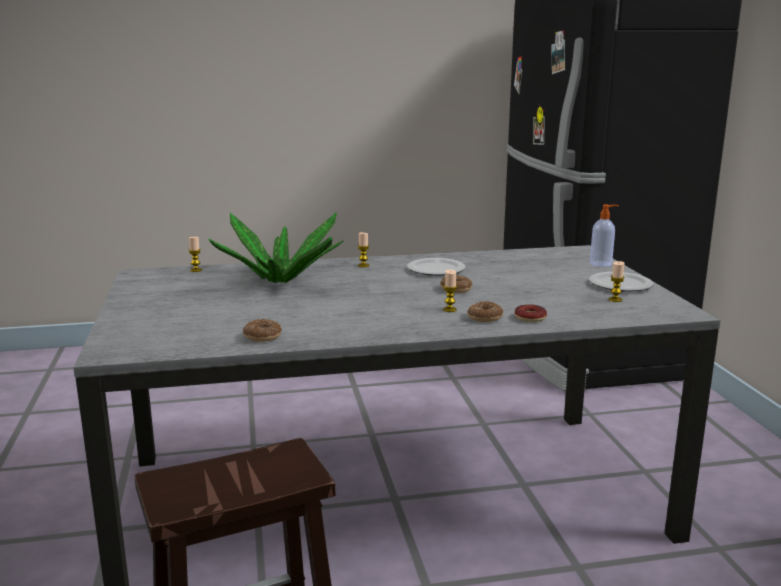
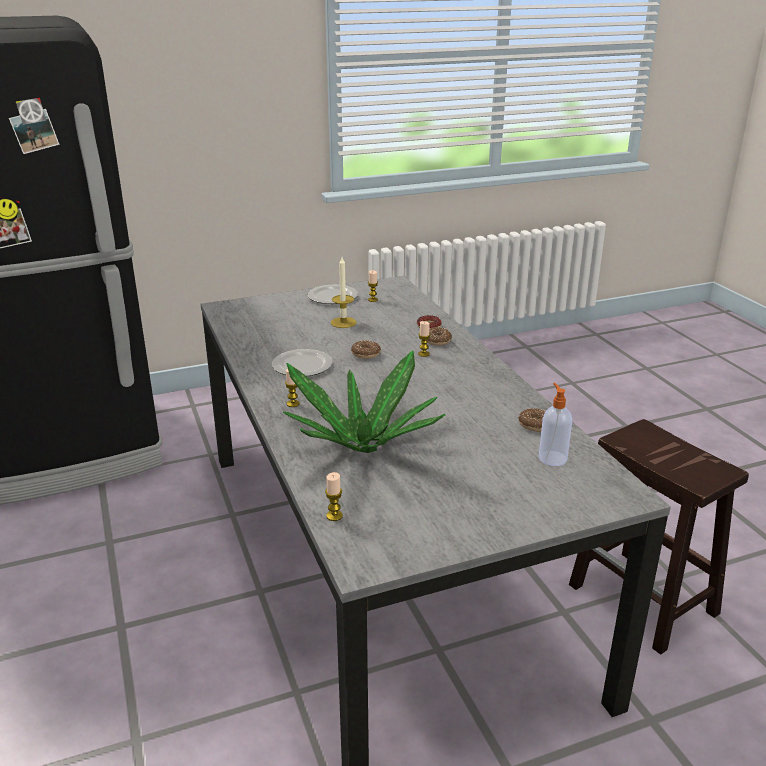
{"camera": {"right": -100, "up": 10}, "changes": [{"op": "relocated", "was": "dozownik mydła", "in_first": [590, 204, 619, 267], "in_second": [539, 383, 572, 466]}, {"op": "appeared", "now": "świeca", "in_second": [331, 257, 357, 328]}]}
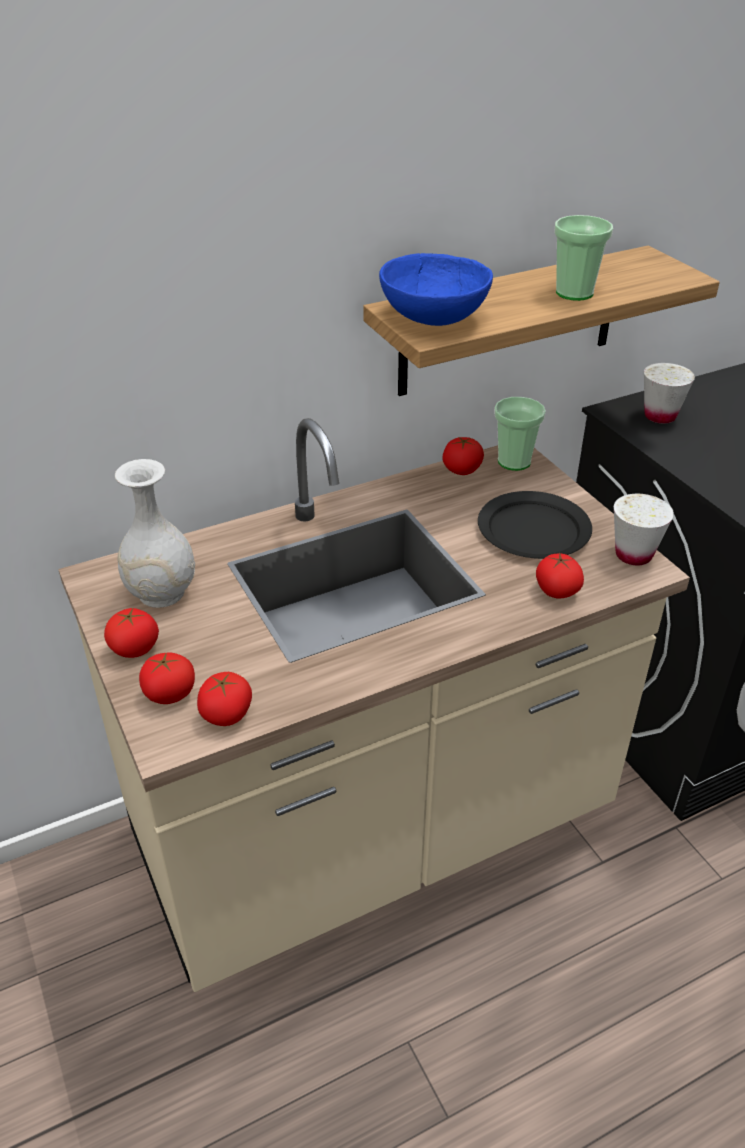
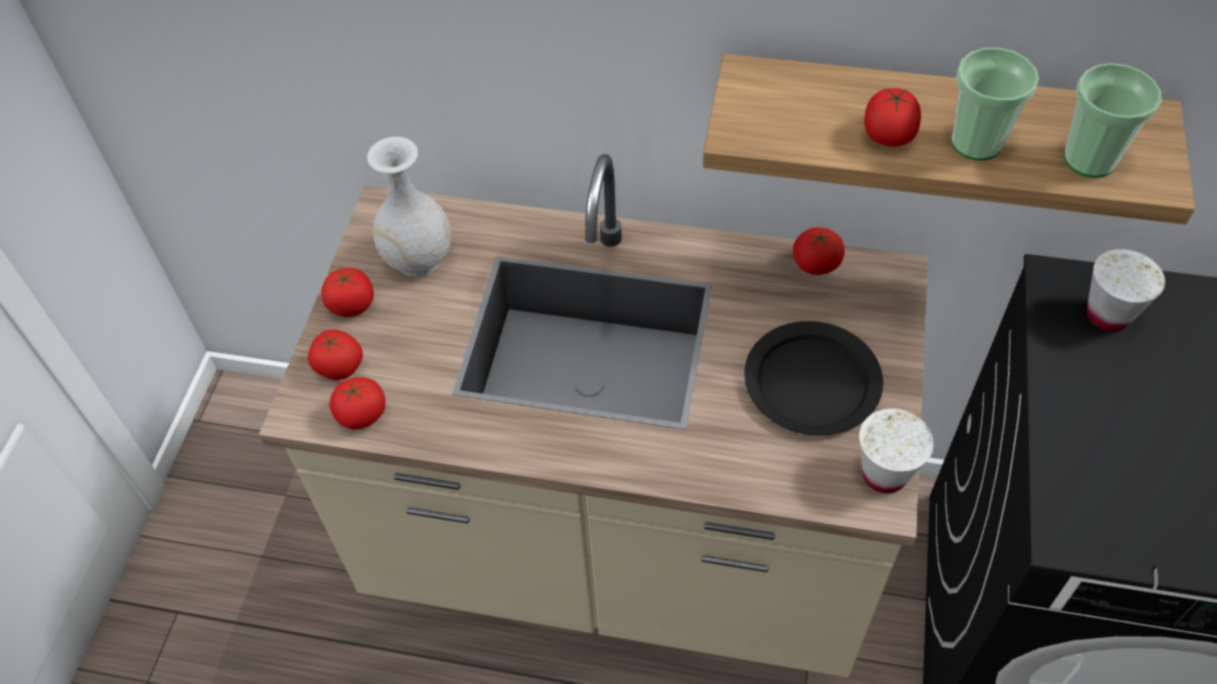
{"camera": {"right": 40, "up": 15}, "changes": [{"op": "missing", "was": "miska (niebieski)", "in_first": [379, 253, 493, 326]}, {"op": "relocated", "was": "filiżanka", "in_first": [494, 397, 546, 471], "in_second": [1064, 63, 1162, 178]}, {"op": "relocated", "was": "pomidor", "in_first": [536, 552, 584, 598], "in_second": [864, 88, 921, 146]}]}
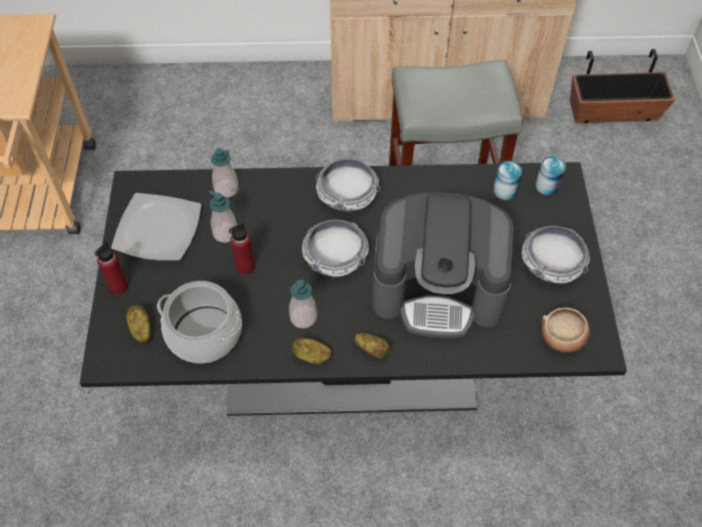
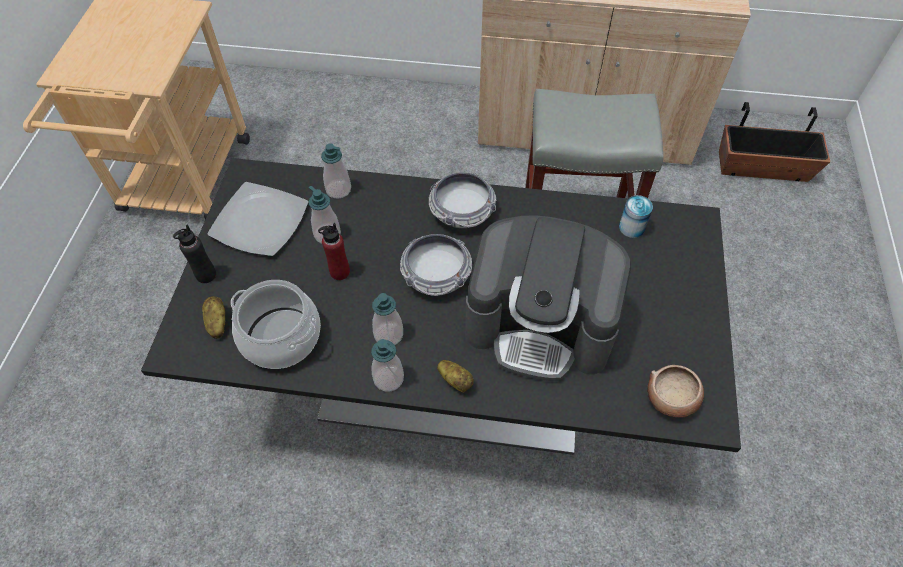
{"camera": {"right": 10, "up": 0}, "changes": [{"op": "colour", "was": "butelka (czerwony)", "now": "butelka (czarny)", "in_first": [95, 242, 128, 295], "in_second": [173, 225, 216, 283]}, {"op": "exchanged", "was": "ziemniak", "now": "dozownik mydła", "in_first": [291, 337, 332, 364], "in_second": [371, 339, 404, 392]}, {"op": "missing", "was": "miska", "in_first": [522, 226, 590, 284]}, {"op": "missing", "was": "puszka", "in_first": [536, 156, 566, 195]}]}
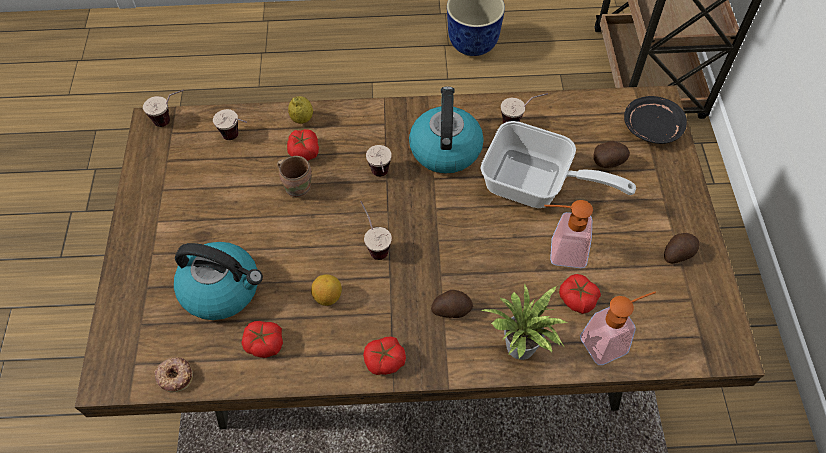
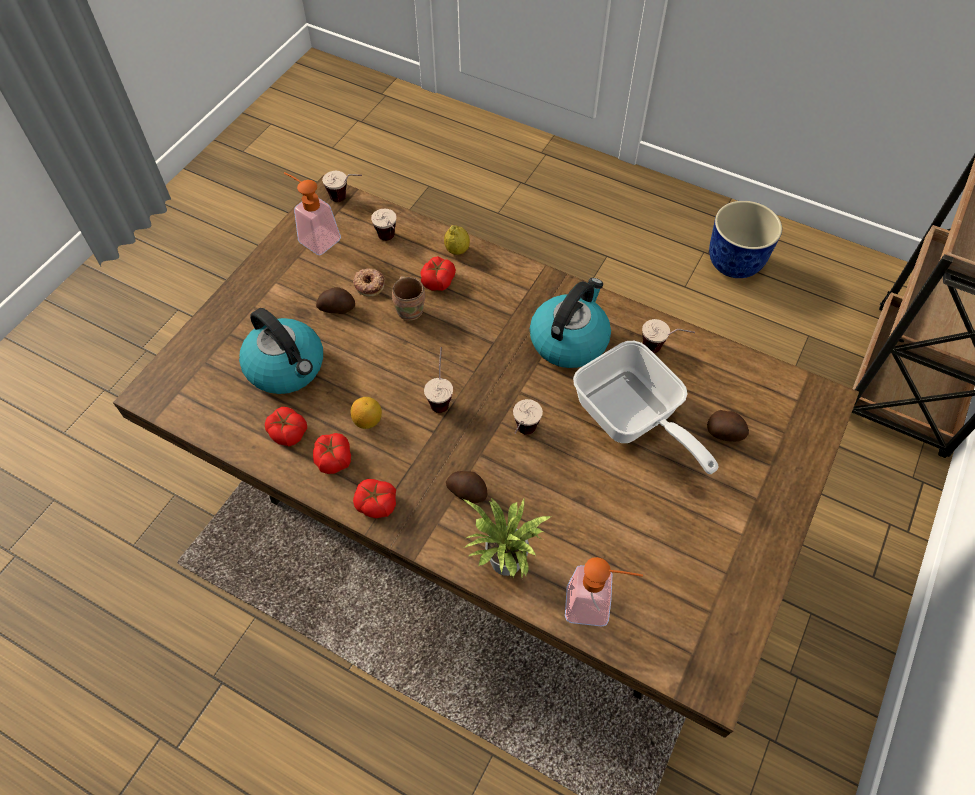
{"camera": {"right": 30, "up": 0}, "changes": [{"op": "relocated", "was": "donut", "in_first": [154, 357, 193, 392], "in_second": [353, 268, 385, 297]}, {"op": "relocated", "was": "filiżanka", "in_first": [366, 145, 392, 177], "in_second": [513, 399, 543, 435]}, {"op": "relocated", "was": "dozownik mydła", "in_first": [544, 200, 593, 268], "in_second": [284, 172, 341, 255]}, {"op": "relocated", "was": "pomidor", "in_first": [559, 274, 601, 314], "in_second": [313, 433, 351, 474]}, {"op": "missing", "was": "talerz (czarny)", "in_first": [624, 96, 687, 144]}, {"op": "relocated", "was": "ziemniak", "in_first": [664, 233, 700, 264], "in_second": [316, 287, 355, 314]}]}
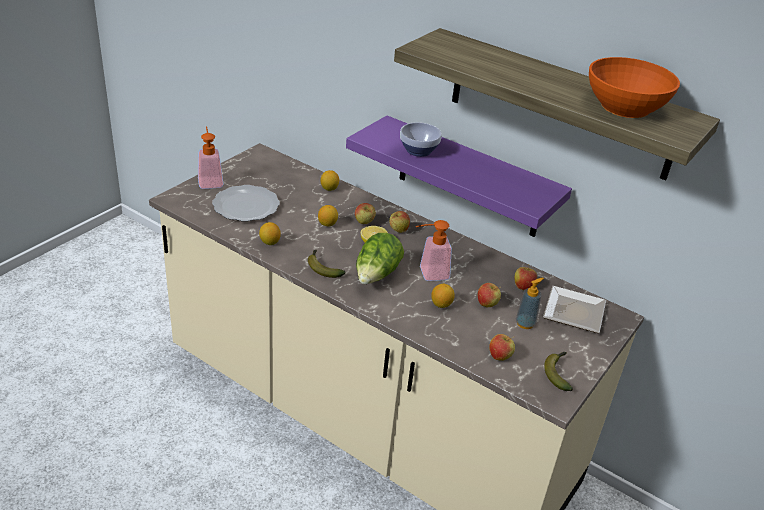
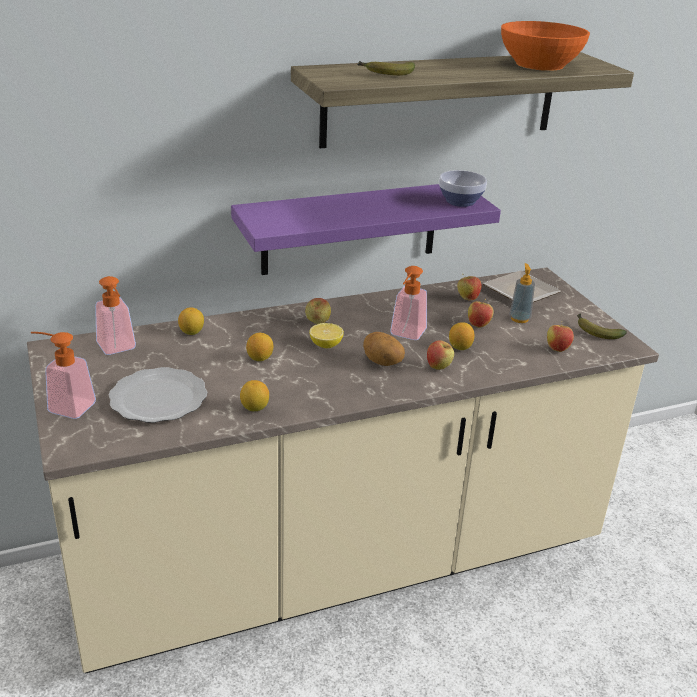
{"camera": {"right": -55, "up": -5}, "changes": [{"op": "relocated", "was": "banan", "in_first": [308, 250, 346, 278], "in_second": [357, 61, 415, 76]}, {"op": "relocated", "was": "jabłko", "in_first": [355, 203, 376, 224], "in_second": [427, 340, 454, 370]}, {"op": "exchanged", "was": "sałata", "now": "ziemniak", "in_first": [356, 233, 404, 284], "in_second": [363, 332, 405, 366]}, {"op": "relocated", "was": "miska", "in_first": [400, 122, 442, 157], "in_second": [439, 170, 487, 207]}, {"op": "appeared", "now": "dozownik mydła", "in_second": [95, 276, 136, 355]}]}
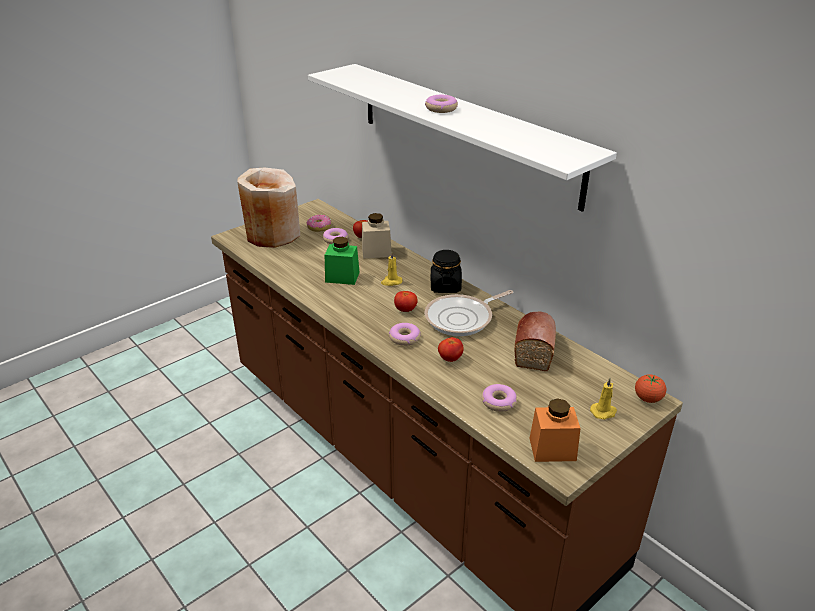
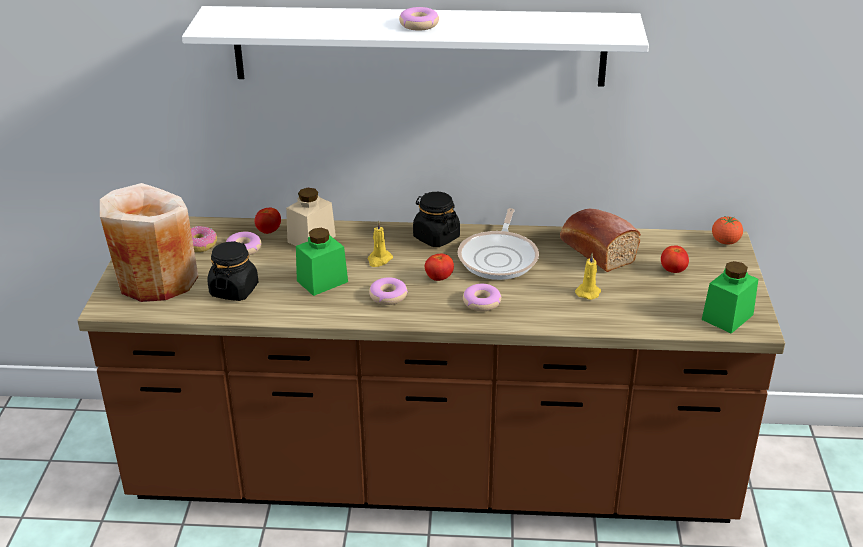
{"camera": {"right": -45, "up": 0}, "changes": [{"op": "relocated", "was": "pomidor", "in_first": [438, 337, 464, 362], "in_second": [661, 245, 689, 273]}, {"op": "relocated", "was": "donut", "in_first": [482, 384, 517, 412], "in_second": [369, 277, 408, 305]}, {"op": "colour", "was": "słoik (pomarańczowy)", "now": "słoik (zielony)", "in_first": [530, 398, 581, 462], "in_second": [702, 261, 758, 334]}, {"op": "relocated", "was": "świeca (żółty)", "in_first": [590, 378, 617, 420], "in_second": [575, 253, 601, 300]}, {"op": "appeared", "now": "słoik (czarny)", "in_second": [207, 241, 258, 301]}]}
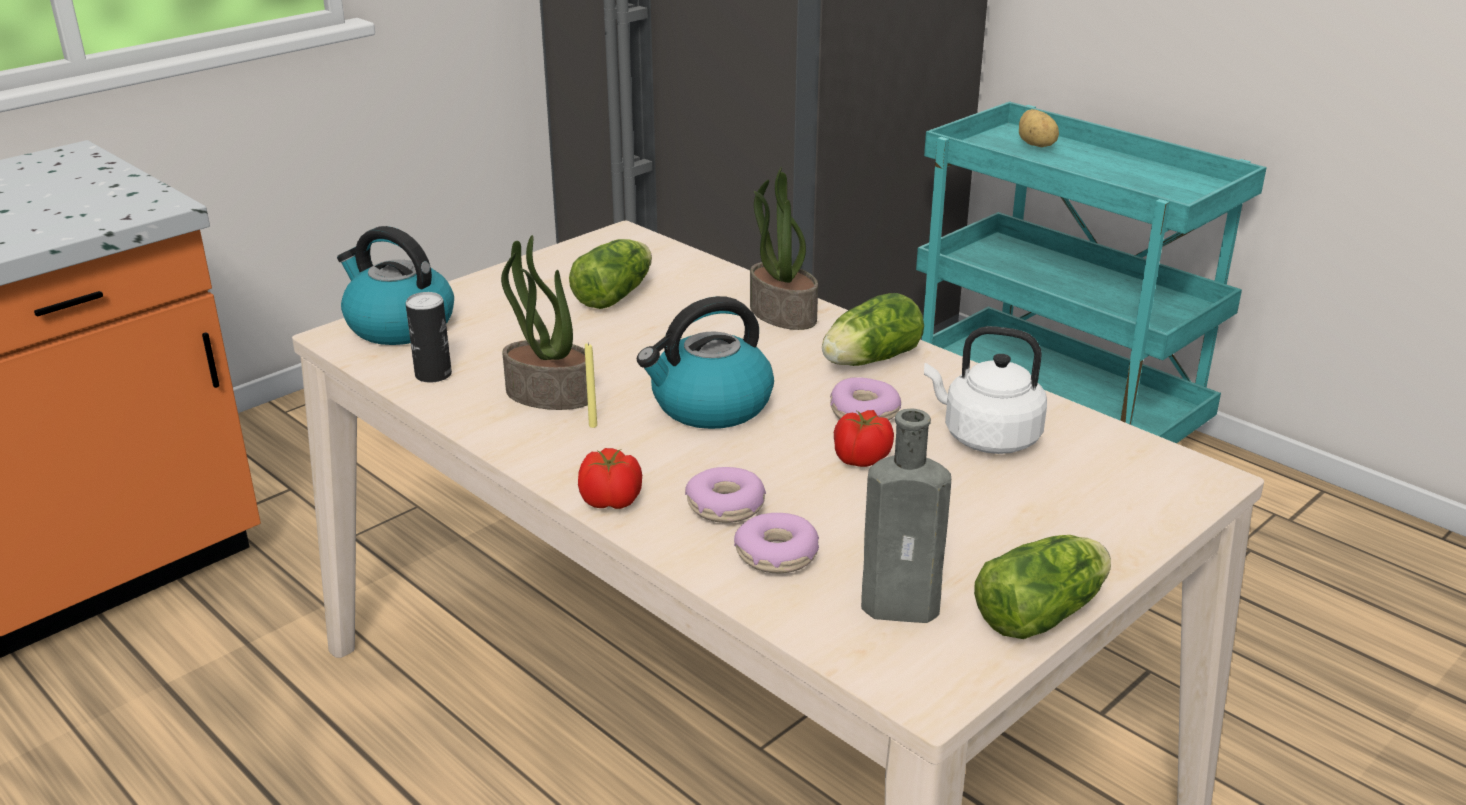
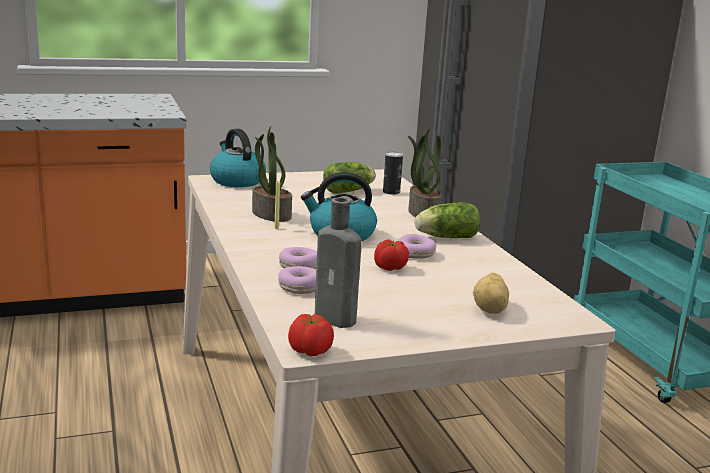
{"camera": {"right": 25, "up": -10}, "changes": [{"op": "relocated", "was": "puszka", "in_first": [406, 292, 452, 383], "in_second": [383, 152, 403, 195]}, {"op": "relocated", "was": "pomidor", "in_first": [578, 448, 642, 509], "in_second": [288, 314, 334, 356]}, {"op": "missing", "was": "czajnik (biały)", "in_first": [924, 326, 1047, 454]}, {"op": "missing", "was": "sałata", "in_first": [974, 535, 1111, 639]}, {"op": "relocated", "was": "ziemniak", "in_first": [1019, 109, 1059, 147], "in_second": [473, 273, 509, 314]}]}
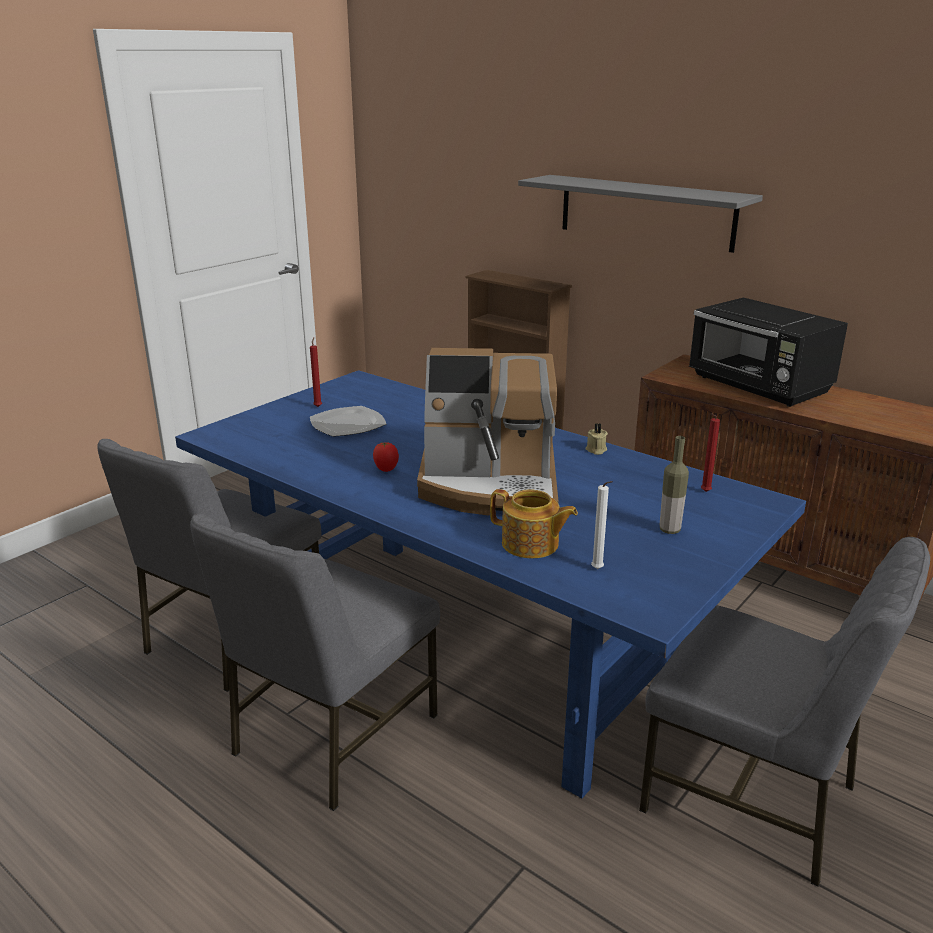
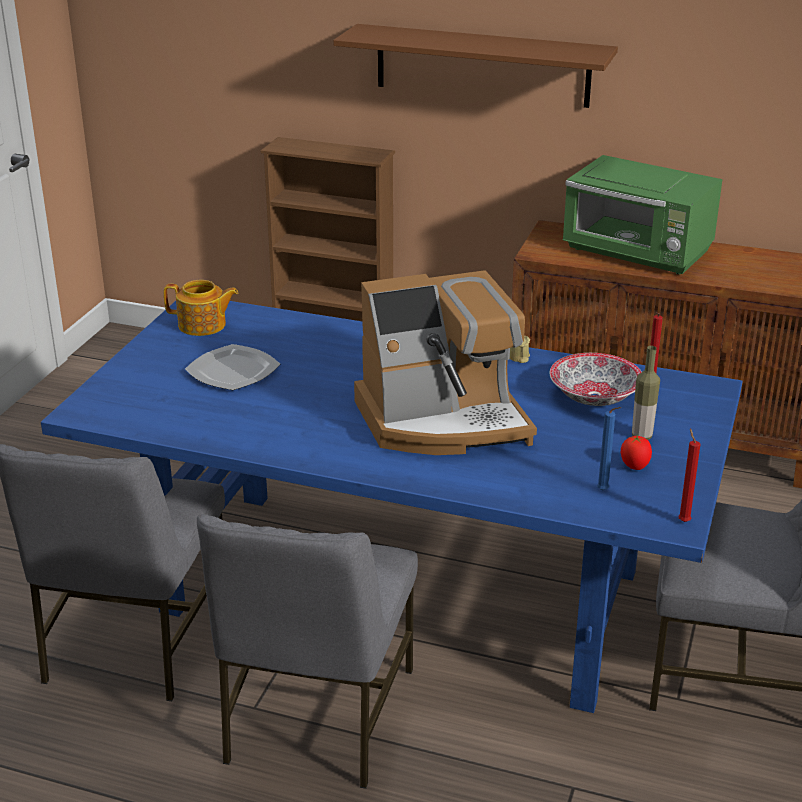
{"camera": {"right": -20, "up": 5}, "changes": [{"op": "relocated", "was": "świeca (czerwony)", "in_first": [310, 337, 322, 407], "in_second": [678, 429, 700, 522]}, {"op": "relocated", "was": "pomidor", "in_first": [373, 442, 399, 472], "in_second": [621, 435, 652, 470]}, {"op": "relocated", "was": "imbryk", "in_first": [490, 489, 578, 558], "in_second": [164, 280, 238, 336]}, {"op": "colour", "was": "półka (szary)", "now": "półka (brązowy)", "in_first": [518, 175, 763, 253], "in_second": [333, 24, 618, 108]}, {"op": "colour", "was": "świeca (biały)", "now": "świeca (niebieski)", "in_first": [591, 481, 612, 569], "in_second": [597, 407, 621, 491]}, {"op": "colour", "was": "mikrofalówka (czarny)", "now": "mikrofalówka (zielony)", "in_first": [689, 297, 848, 407], "in_second": [563, 155, 722, 275]}, {"op": "appeared", "now": "miska", "in_second": [549, 353, 641, 406]}]}
